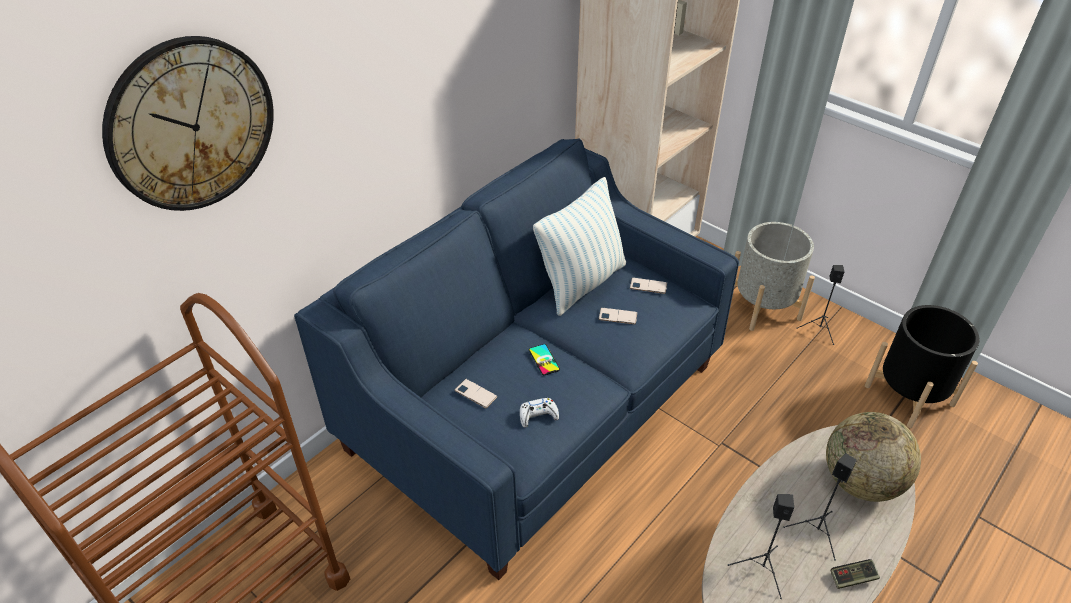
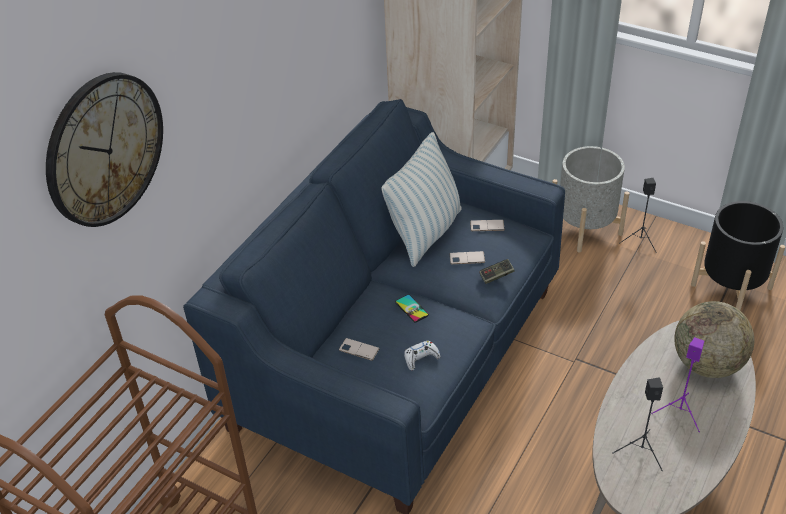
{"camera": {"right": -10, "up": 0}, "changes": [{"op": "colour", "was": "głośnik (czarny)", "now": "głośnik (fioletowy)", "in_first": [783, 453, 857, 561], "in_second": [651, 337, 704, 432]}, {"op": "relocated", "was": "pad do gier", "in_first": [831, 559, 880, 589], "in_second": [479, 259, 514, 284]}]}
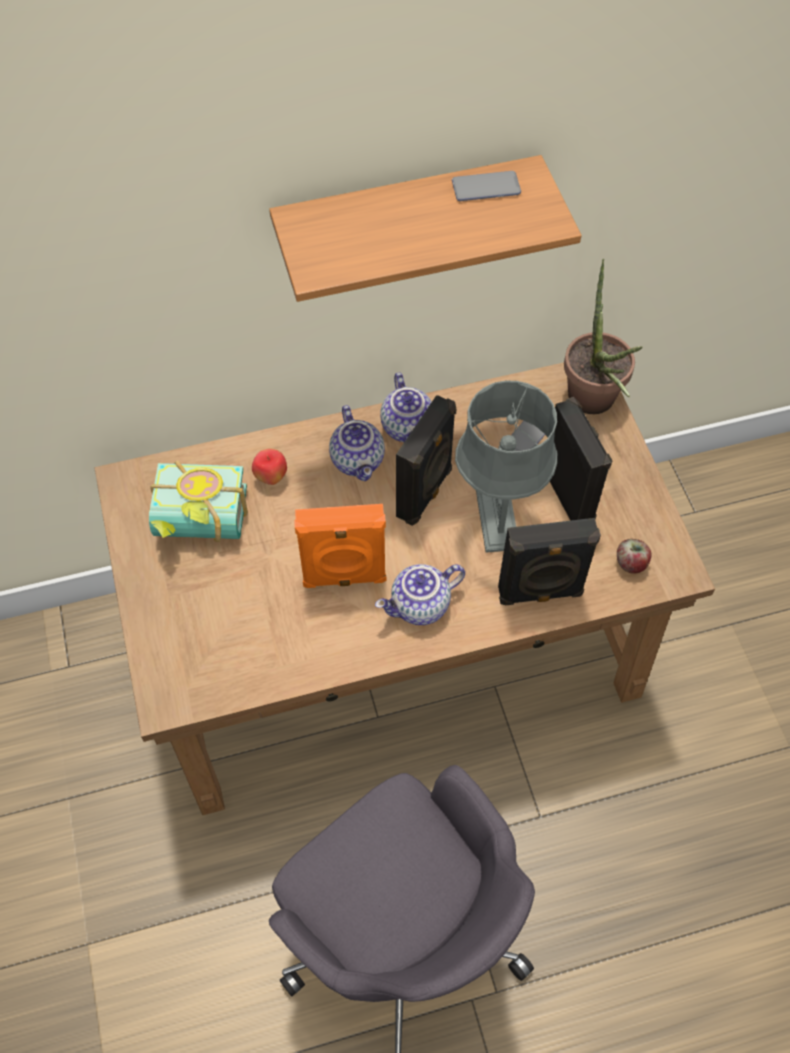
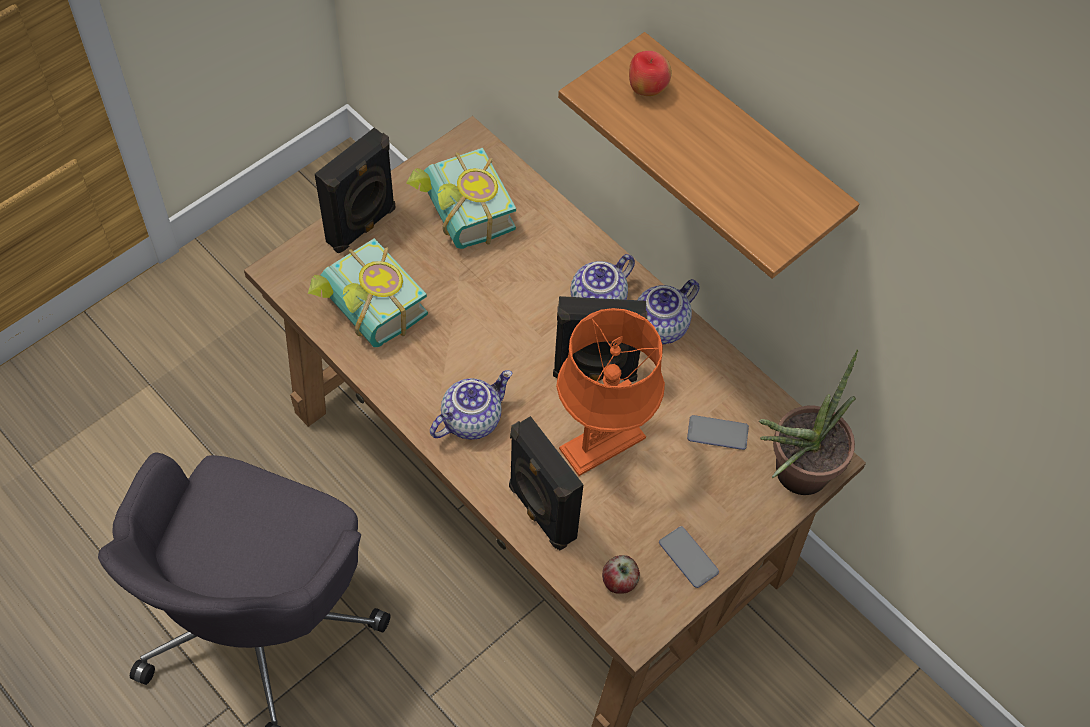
{"camera": {"right": 60, "up": 0}, "changes": [{"op": "relocated", "was": "jabłko", "in_first": [252, 448, 287, 485], "in_second": [629, 51, 672, 96]}, {"op": "missing", "was": "głośnik (pomarańczowy)", "in_first": [294, 504, 386, 588]}, {"op": "spun", "was": "imbryk", "in_first": [375, 564, 465, 625], "in_second": [430, 370, 512, 440], "clockwise": 105}, {"op": "relocated", "was": "telefon", "in_first": [452, 171, 521, 201], "in_second": [659, 526, 719, 588]}, {"op": "colour", "was": "lampa stołowa (szary)", "now": "lampa stołowa (pomarańczowy)", "in_first": [455, 381, 557, 553], "in_second": [556, 308, 665, 476]}, {"op": "relocated", "was": "głośnik (czarny)", "in_first": [550, 397, 613, 521], "in_second": [315, 127, 395, 253]}, {"op": "appeared", "now": "książka", "in_second": [308, 238, 428, 347]}]}
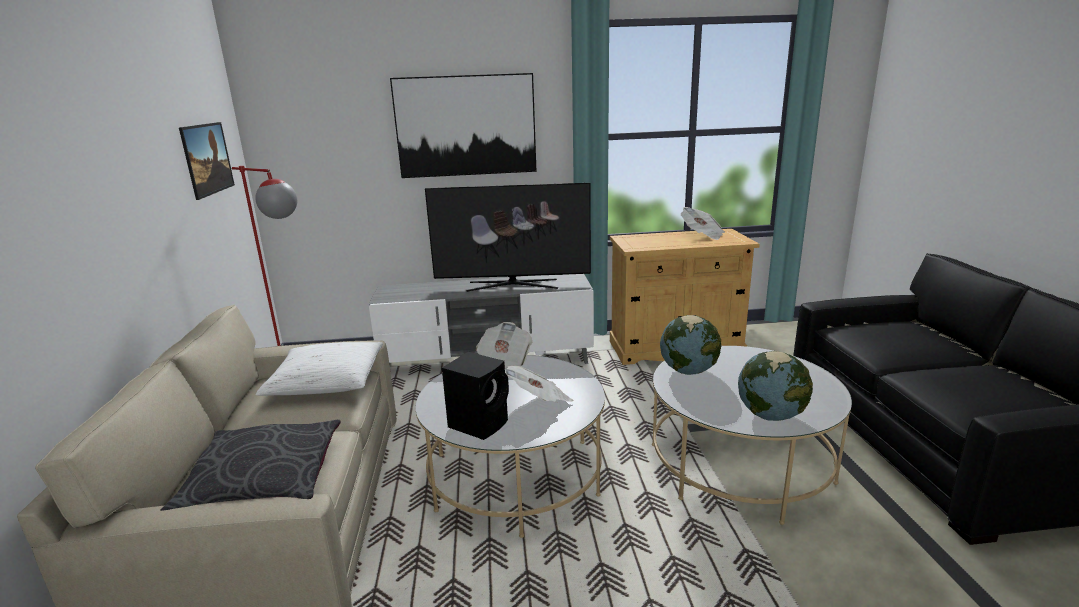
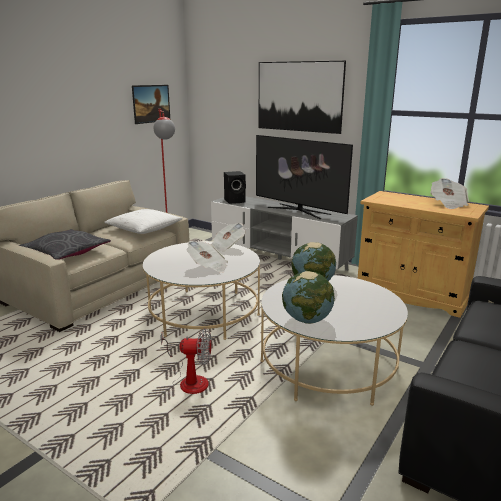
{"camera": {"right": 40, "up": 0}, "changes": [{"op": "relocated", "was": "głośnik (czarny)", "in_first": [442, 352, 509, 440], "in_second": [224, 171, 246, 204]}, {"op": "appeared", "now": "wentylator", "in_second": [160, 328, 212, 394]}]}
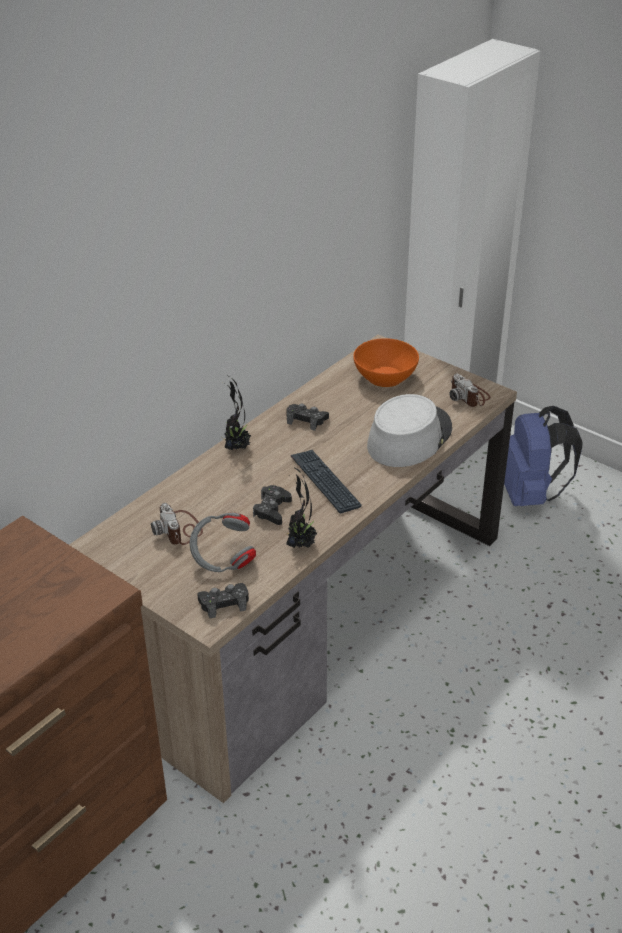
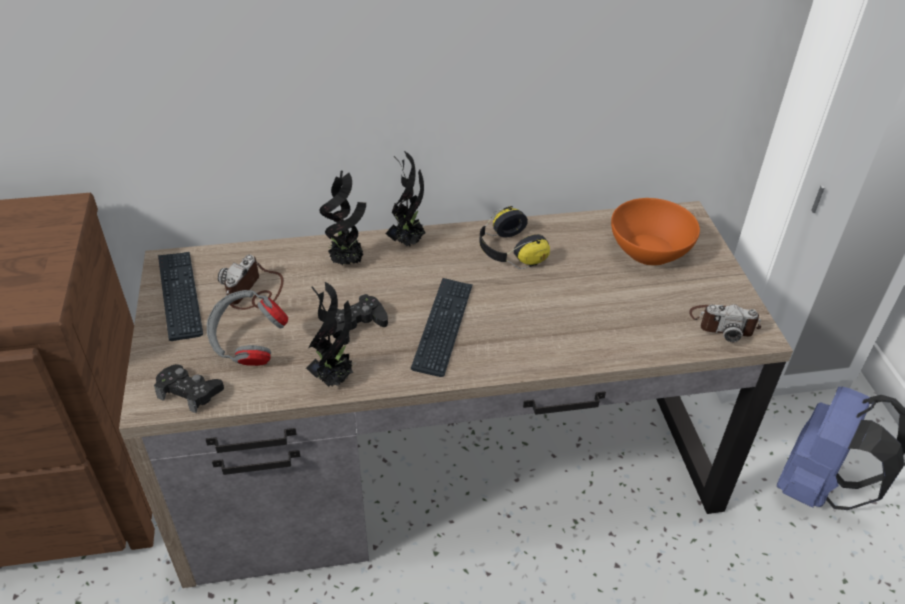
{"camera": {"right": 40, "up": 5}, "changes": [{"op": "exchanged", "was": "pad do gier (czarny)", "now": "słuchawki", "in_first": [286, 403, 329, 431], "in_second": [479, 206, 550, 269]}, {"op": "missing", "was": "kapelusz (szary)", "in_first": [367, 394, 452, 467]}, {"op": "spun", "was": "aparat fotograficzny", "in_first": [449, 374, 491, 407], "in_second": [689, 304, 761, 342], "clockwise": -90}, {"op": "appeared", "now": "klawiatura", "in_second": [158, 252, 203, 341]}, {"op": "appeared", "now": "roślina doniczkowa", "in_second": [319, 170, 366, 265]}]}
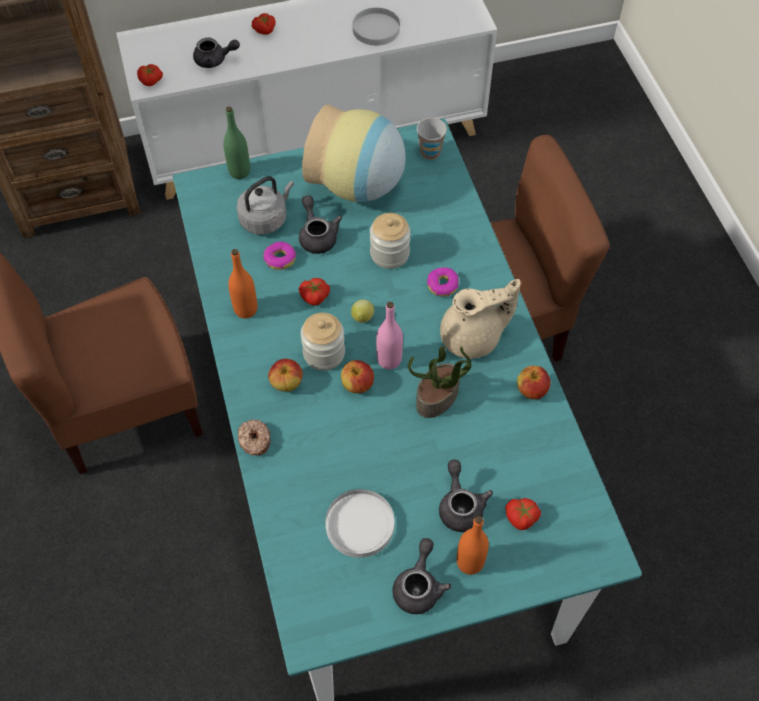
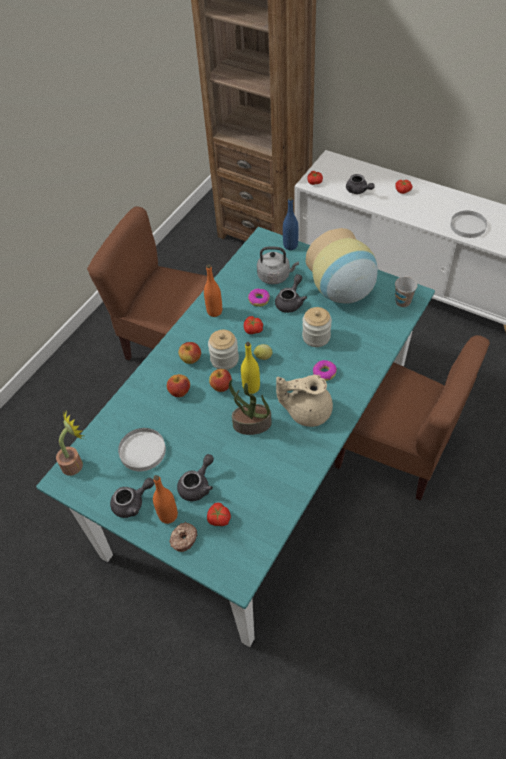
{"camera": {"right": 50, "up": -5}, "changes": [{"op": "colour", "was": "butelka (zielony)", "now": "butelka (niebieski)", "in_first": [223, 106, 250, 179], "in_second": [283, 197, 299, 250]}, {"op": "relocated", "was": "donut", "in_first": [238, 420, 271, 455], "in_second": [169, 522, 197, 552]}, {"op": "colour", "was": "butelka (różowy)", "now": "butelka (żółty)", "in_first": [376, 302, 403, 369], "in_second": [241, 342, 260, 394]}, {"op": "spun", "was": "imbryk (beżowy)", "in_first": [440, 279, 521, 359], "in_second": [276, 375, 333, 427], "clockwise": 150}, {"op": "relocated", "was": "jabłko", "in_first": [517, 366, 551, 399], "in_second": [167, 374, 190, 397]}, {"op": "appeared", "now": "roślina doniczkowa", "in_second": [56, 410, 83, 476]}]}
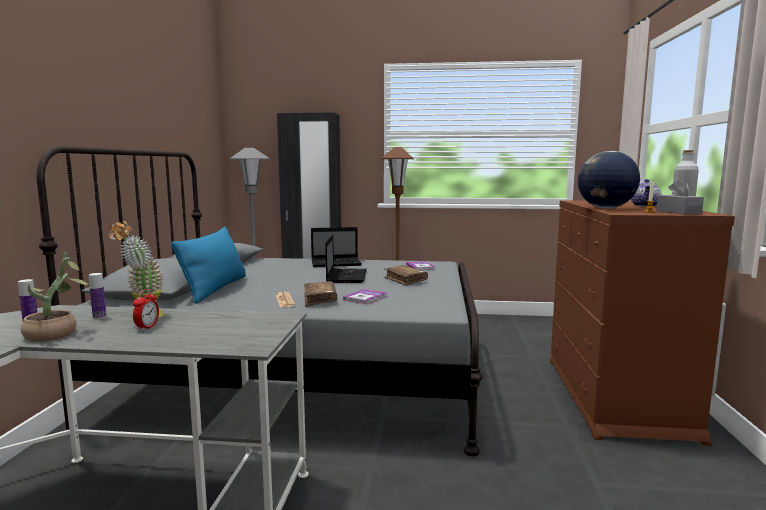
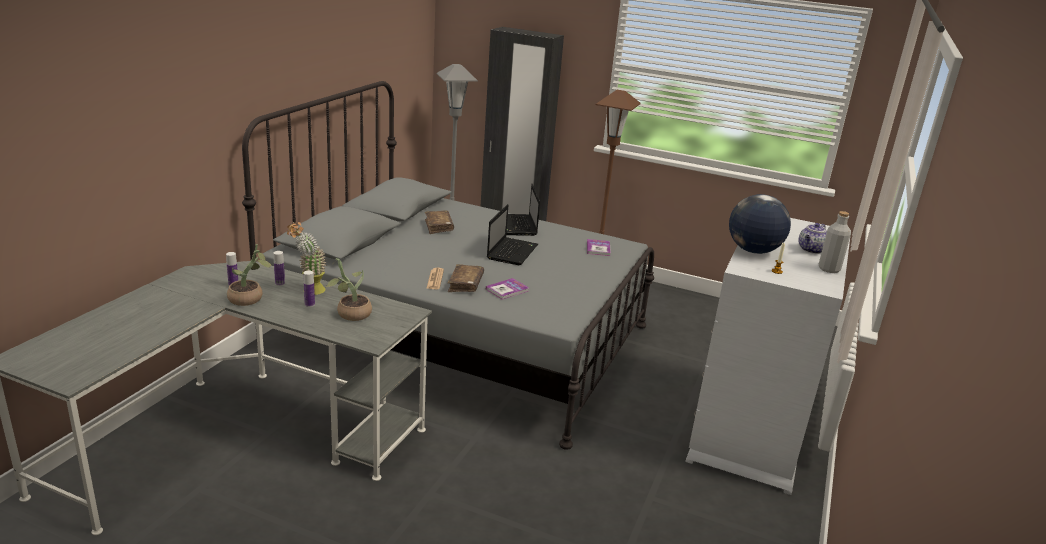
{"camera": {"right": 15, "up": 15}, "changes": [{"op": "exchanged", "was": "budzik", "now": "butelka", "in_first": [133, 289, 159, 331], "in_second": [304, 271, 315, 307]}, {"op": "missing", "was": "poduszka (niebieski)", "in_first": [171, 227, 246, 304]}, {"op": "spun", "was": "laptop", "in_first": [311, 227, 362, 267], "in_second": [506, 184, 540, 236], "clockwise": 75}, {"op": "relocated", "was": "książka (brązowy)", "in_first": [384, 265, 428, 286], "in_second": [425, 210, 454, 234]}, {"op": "colour", "was": "komoda (brązowy)", "now": "komoda (biały)", "in_first": [550, 200, 735, 446], "in_second": [685, 218, 850, 495]}, {"op": "missing", "was": "pudełko chusteczek (szary)", "in_first": [656, 180, 704, 215]}, {"op": "appeared", "now": "roślina doniczkowa", "in_second": [326, 258, 372, 321]}]}
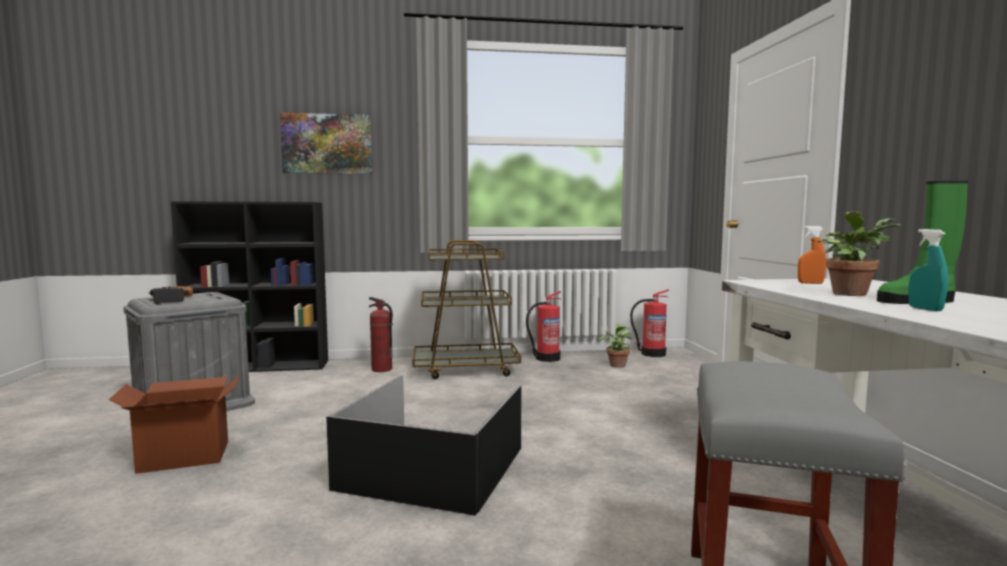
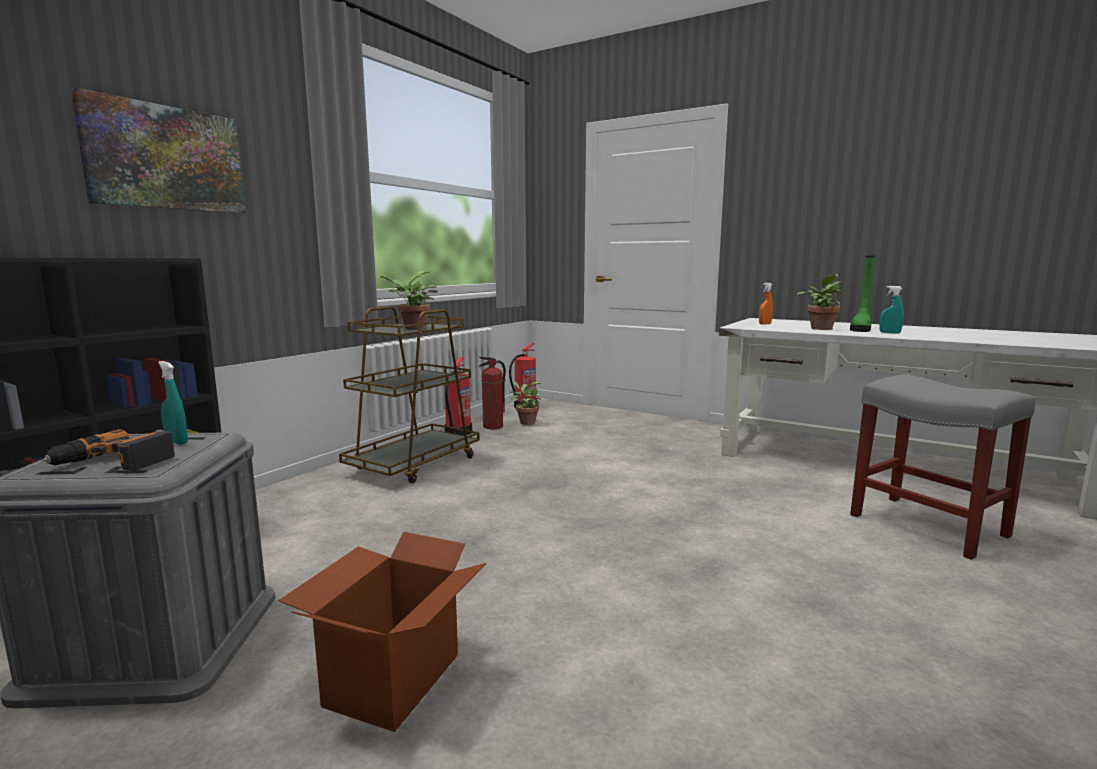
{"camera": {"right": -50, "up": 5}, "changes": [{"op": "missing", "was": "pojemnik do przechowywania (czarny)", "in_first": [326, 375, 521, 516]}, {"op": "relocated", "was": "gaśnica", "in_first": [369, 297, 393, 372], "in_second": [479, 357, 506, 429]}, {"op": "appeared", "now": "spryskiwacz (turkusowy)", "in_second": [158, 361, 188, 445]}, {"op": "appeared", "now": "roślina doniczkowa", "in_second": [380, 271, 438, 330]}]}
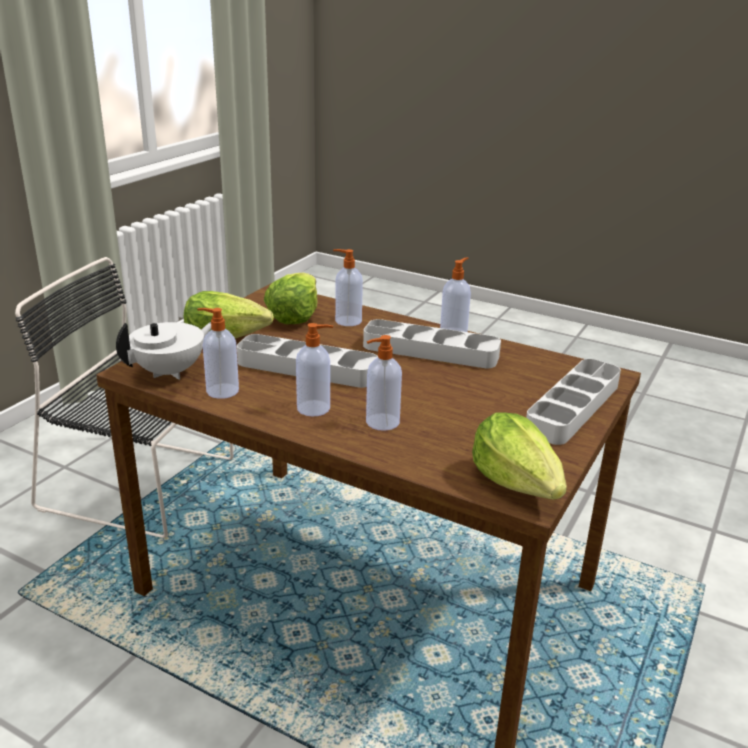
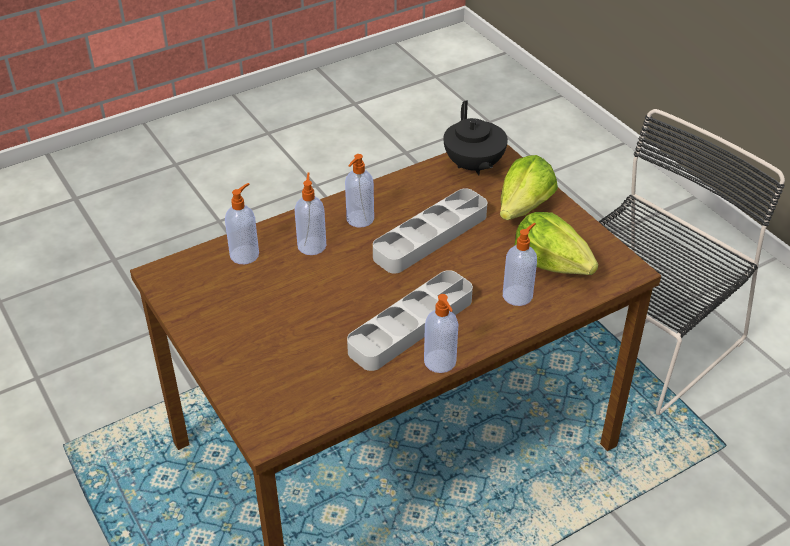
{"camera": {"right": 120, "up": 15}, "changes": [{"op": "colour", "was": "imbryk (biały)", "now": "imbryk (czarny)", "in_first": [116, 322, 211, 380], "in_second": [443, 100, 508, 176]}, {"op": "relocated", "was": "dozownik mydła", "in_first": [197, 308, 239, 399], "in_second": [225, 183, 259, 264]}, {"op": "missing", "was": "sałata", "in_first": [472, 413, 567, 500]}, {"op": "missing", "was": "taca (szary)", "in_first": [526, 359, 621, 445]}]}
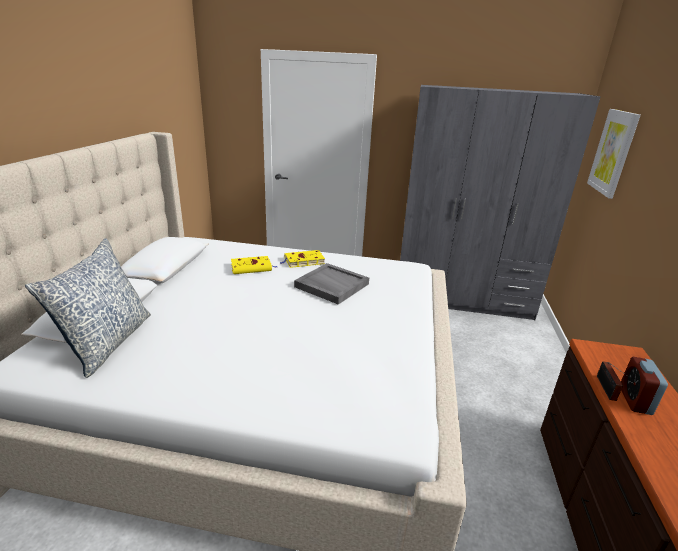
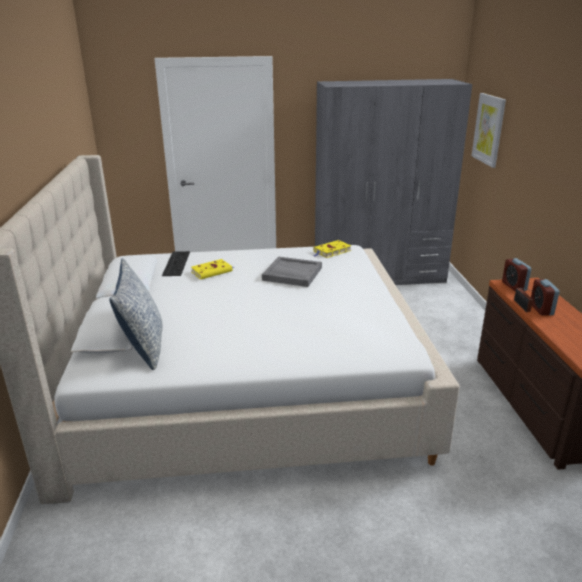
{"camera": {"right": -15, "up": 0}, "changes": [{"op": "relocated", "was": "książka (żółty)", "in_first": [279, 250, 325, 268], "in_second": [313, 240, 351, 258]}, {"op": "appeared", "now": "klawiatura", "in_second": [162, 251, 190, 276]}, {"op": "appeared", "now": "budzik", "in_second": [502, 258, 531, 292]}]}
